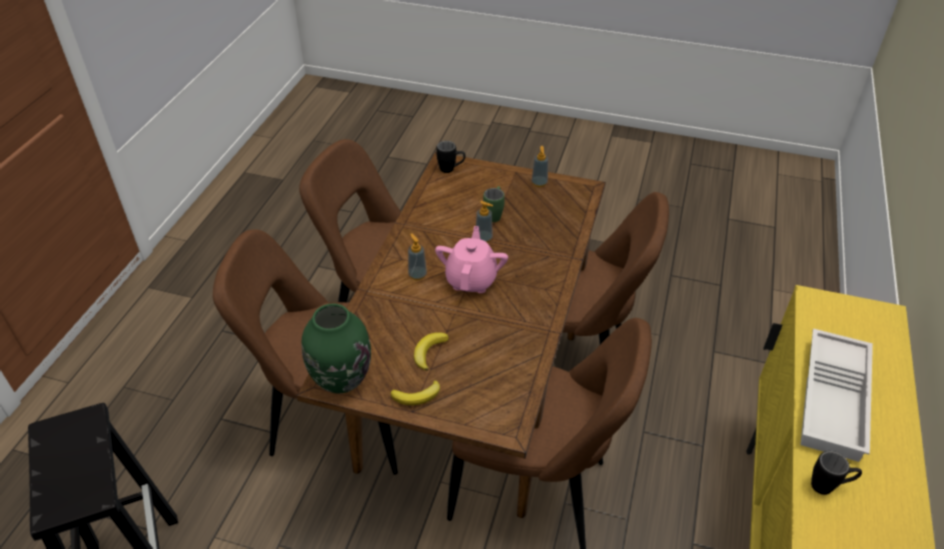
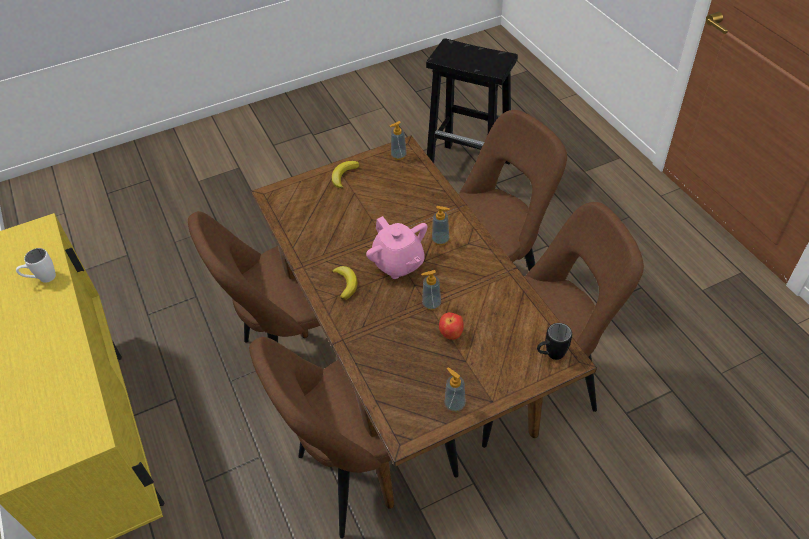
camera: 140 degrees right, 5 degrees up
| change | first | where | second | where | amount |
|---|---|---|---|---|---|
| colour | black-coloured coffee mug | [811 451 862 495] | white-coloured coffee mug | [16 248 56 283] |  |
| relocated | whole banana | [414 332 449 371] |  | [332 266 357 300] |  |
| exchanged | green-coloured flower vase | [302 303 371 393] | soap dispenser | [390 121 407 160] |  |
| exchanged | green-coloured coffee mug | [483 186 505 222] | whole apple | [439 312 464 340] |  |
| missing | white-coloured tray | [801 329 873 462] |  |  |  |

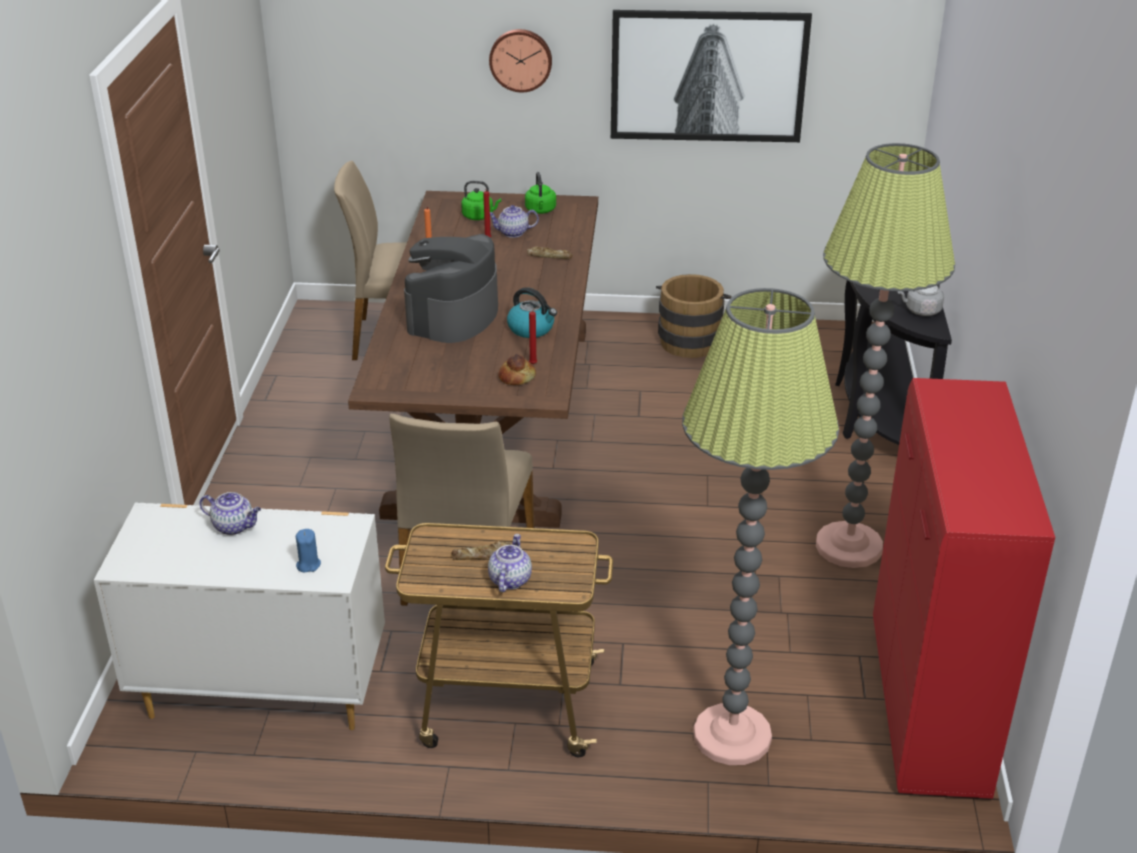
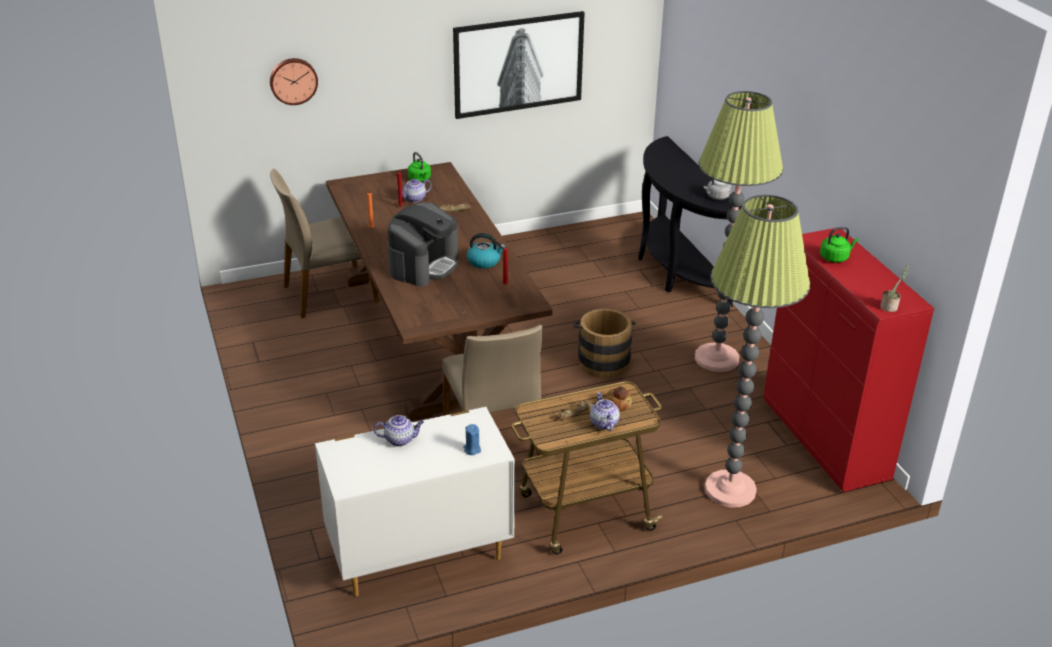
camera: 25 degrees left, 0 degrees up
| change | first | where | second | where | amount |
|---|---|---|---|---|---|
| relocated | hanging clock | [489 29 552 92] |  | [270 58 318 105] |  |
| spun | coffee maker | [404 234 498 343] |  | [388 202 458 287] | 150 degrees counterclockwise |
| relocated | brown bucket | [656 274 731 358] |  | [573 309 636 378] |  |
| relocated | bread | [498 354 536 385] |  | [604 387 632 411] |  |
| relocated | green-coloured kettle | [461 181 501 220] |  | [820 227 859 263] |  |
| appeared |  |  | potted plant | [880 265 909 312] |  |

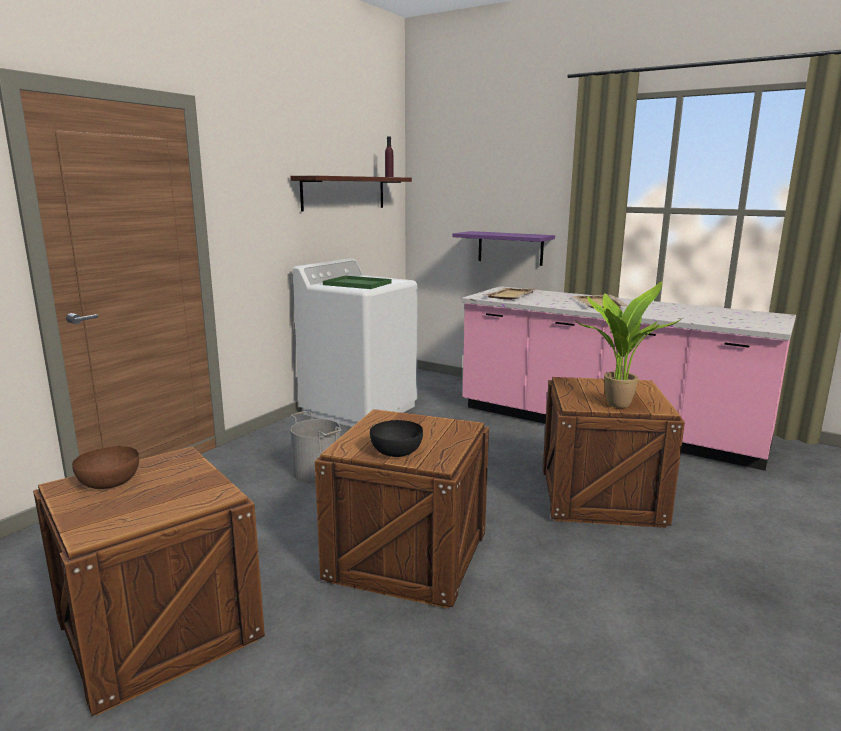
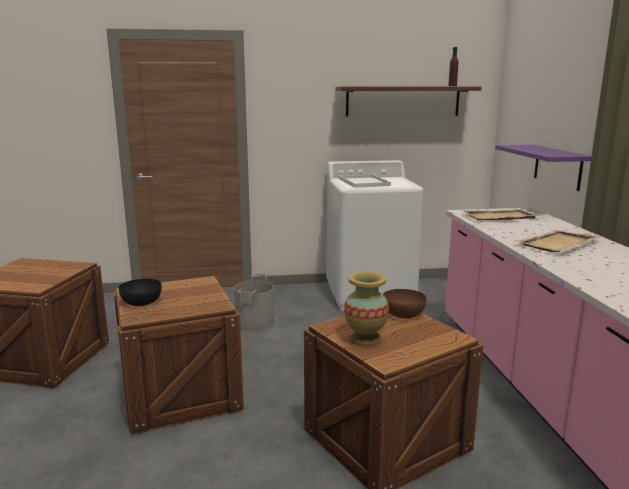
camera: 50 degrees right, 0 degrees up
| change | first | where | second | where | amount |
|---|---|---|---|---|---|
| colour | green-coloured tray | [323 276 392 289] | white-coloured tray | [339 174 391 188] |  |
| exchanged | potted plant | [575 281 681 408] | flower vase | [344 272 389 347] |  |
| relocated | brown deep dish | [72 446 139 489] |  | [383 289 426 318] |  |

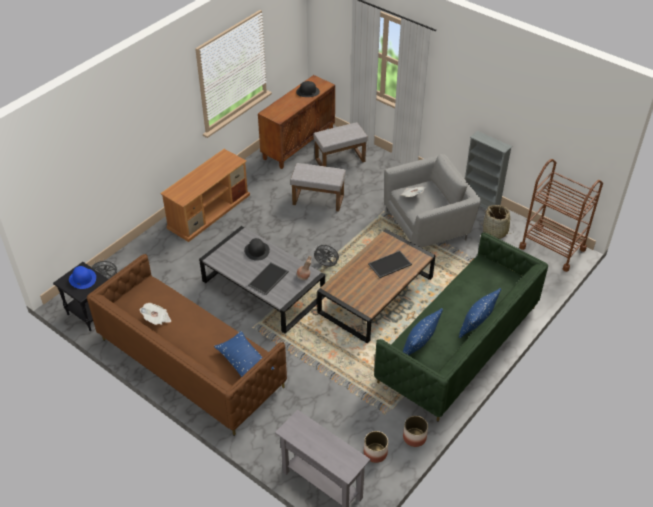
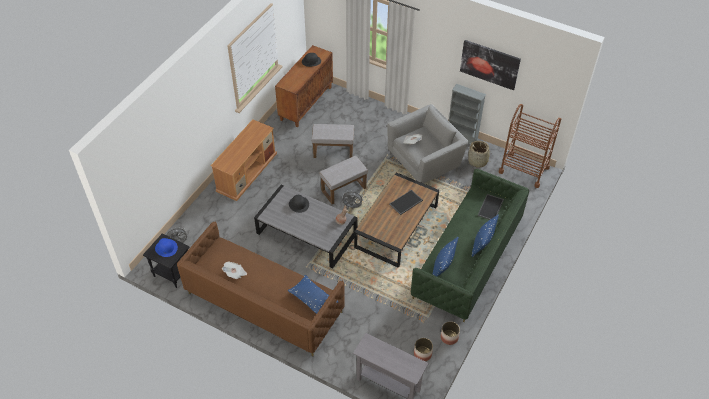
camera: 10 degrees left, 5 degrees up
| change | first | where | second | where | amount |
|---|---|---|---|---|---|
| relocated | gray footrest | [313 122 368 167] |  | [320 156 368 204] |  |
| appeared |  |  | wall picture | [460 40 521 90] |  |
| relocated | tray | [248 262 289 295] |  | [478 194 504 220] |  |

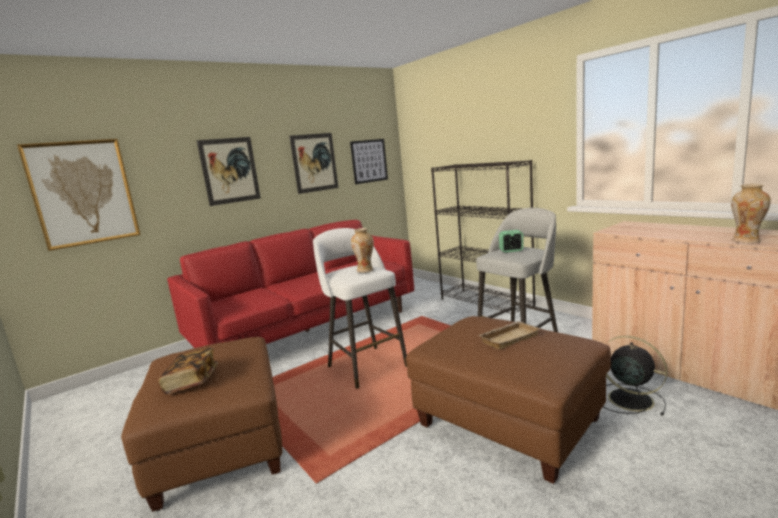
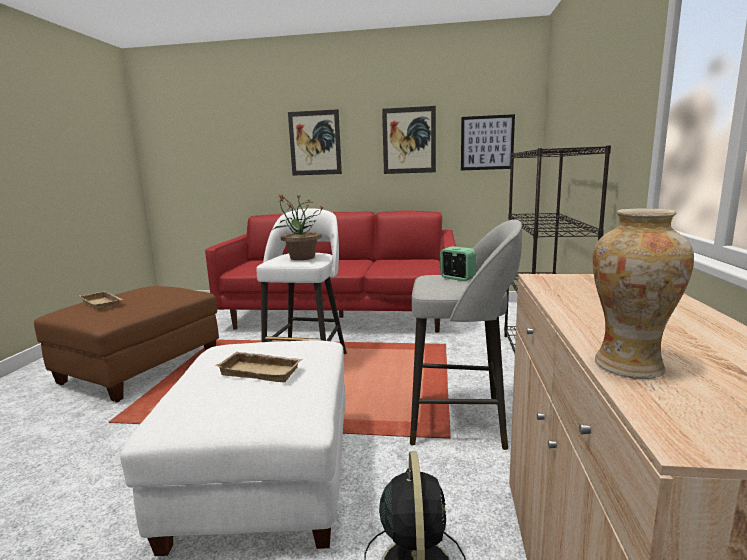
camera: 45 degrees right, 0 degrees up
| change | first | where | second | where | amount |
|---|---|---|---|---|---|
| exchanged | bound book | [158 348 218 394] | beige tray | [79 291 123 310] |  |
| colour | brown footrest | [406 316 611 484] | white-coloured footrest | [120 340 345 556] |  |
| exchanged | flower vase | [351 228 374 273] | potted plant | [274 194 323 260] |  |
| missing | wall picture | [17 139 141 251] |  |  |  |

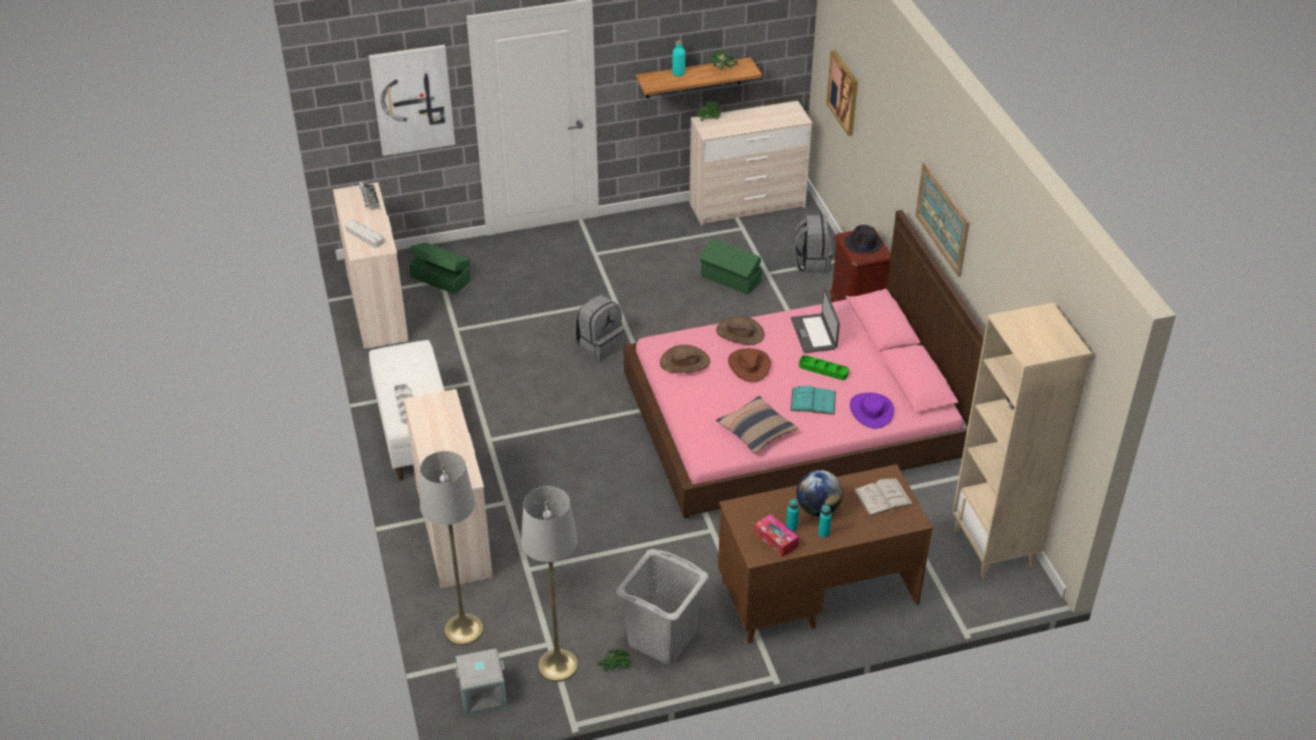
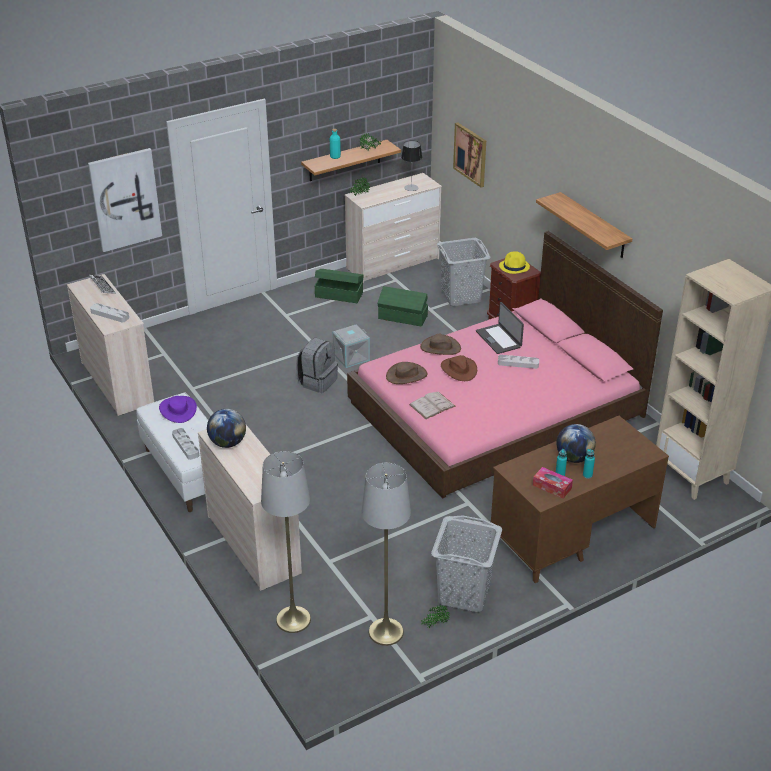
camera: 15 degrees left, 5 degrees down
| change | first | where | second | where | amount |
|---|---|---|---|---|---|
| relocated | purple hat | [850 393 894 429] |  | [159 396 197 423] |  |
| appeared |  |  | desk globe | [207 409 246 448] |  |
| relocated | green-coloured storage box | [409 242 471 294] |  | [314 269 364 303] |  |
| relocated | gray storage box | [455 648 507 715] |  | [332 324 370 368] |  |
| appeared |  |  | lamp for a table | [401 141 422 191] |  |
| relocated | white-coloured bound book | [853 478 914 517] |  | [409 392 456 419] |  |
| exchanged | gray rucksack | [793 215 833 273] | gray laundry basket | [437 238 490 306] |  |
| colour | green-coloured tray | [799 355 849 380] | gray tray | [498 355 539 369] |  |
| colour | black-coloured hat | [844 225 882 253] | yellow-coloured hat | [499 251 530 274] |  |
| exchanged | wall picture | [915 162 970 277] | bracket shelf | [536 192 632 258] |  |
| missing | cushion | [716 396 799 454] |  |  |  |
| missing | blue-green bound book | [790 386 836 415] |  |  |  |

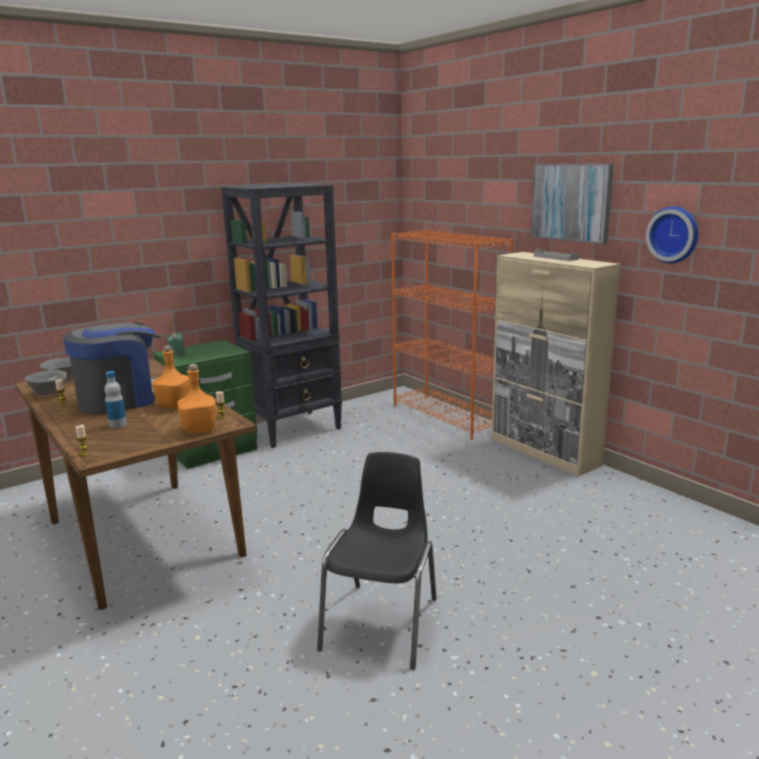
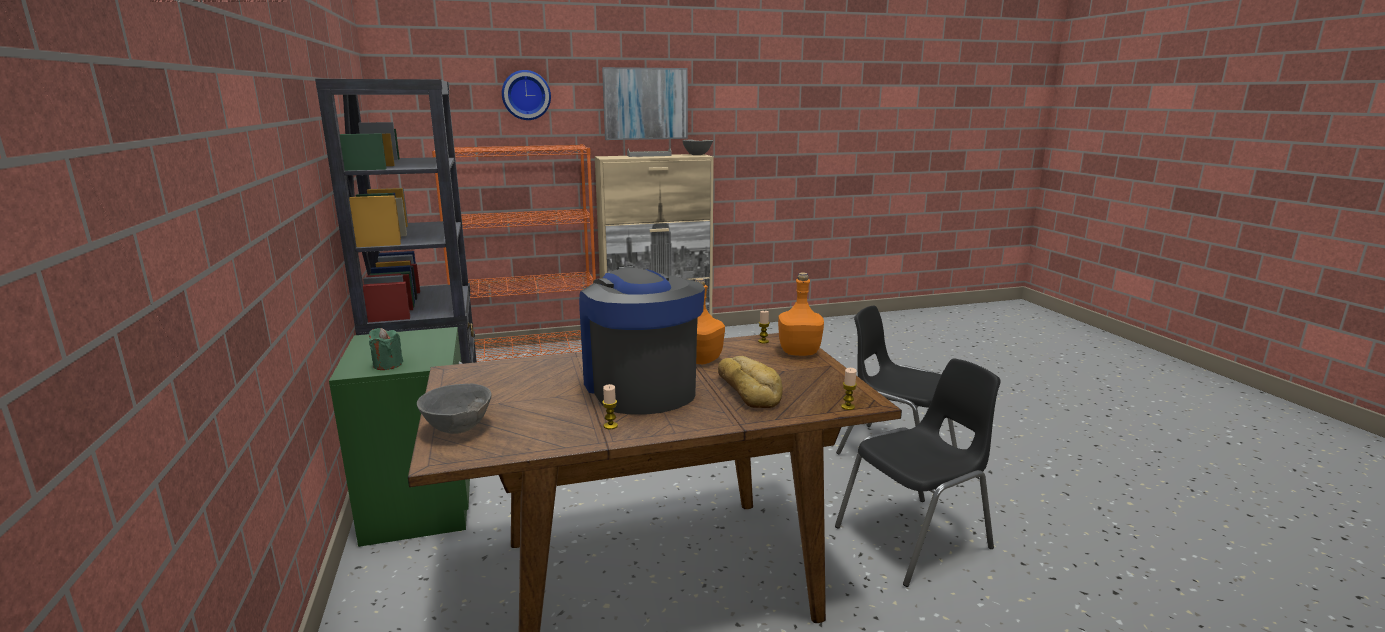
camera: 70 degrees left, 0 degrees up
| change | first | where | second | where | amount |
|---|---|---|---|---|---|
| relocated | hanging clock | [646 206 698 264] |  | [502 70 551 120] |  |
| relocated | gray deep dish | [25 370 67 395] |  | [683 140 713 155] |  |
| exchanged | drink bottle | [104 371 127 428] | bread | [718 356 783 408] |  |
| appeared |  |  | black-coloured plain chair | [835 358 1001 587] |  |

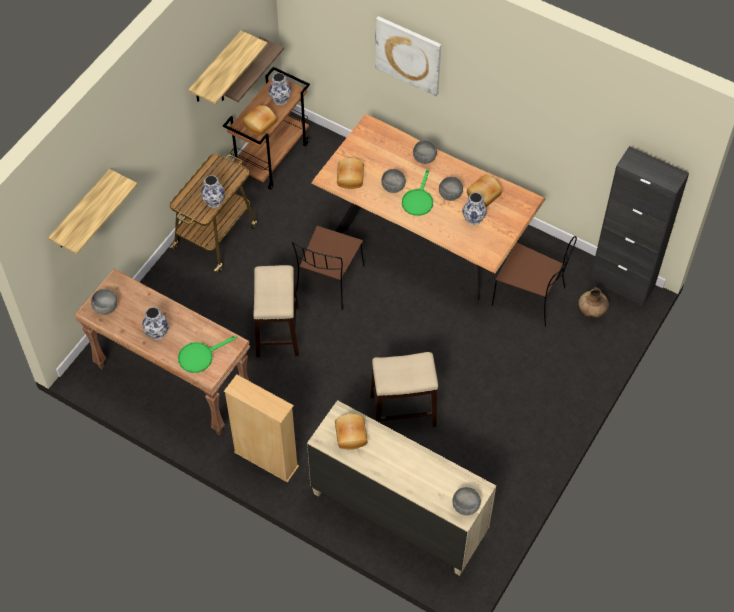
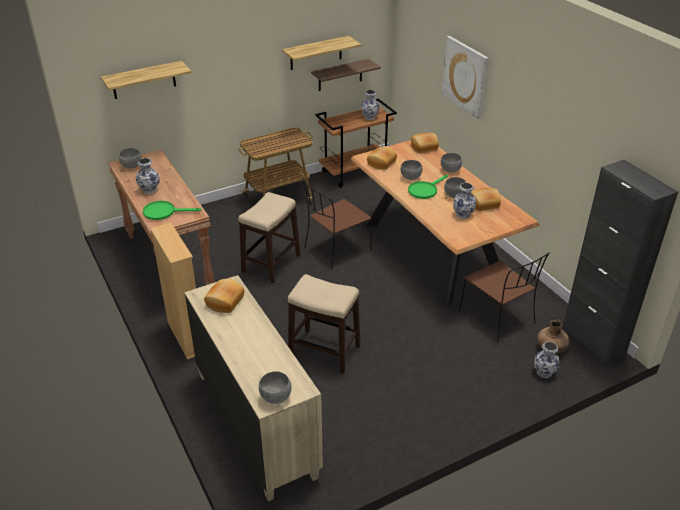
camera: 30 degrees right, 20 degrees down
| change | first | where | second | where | amount |
|---|---|---|---|---|---|
| relocated | bread | [243 105 277 136] |  | [411 133 439 153] |  |
| relocated | flower vase | [201 175 225 208] |  | [534 342 559 378] |  |

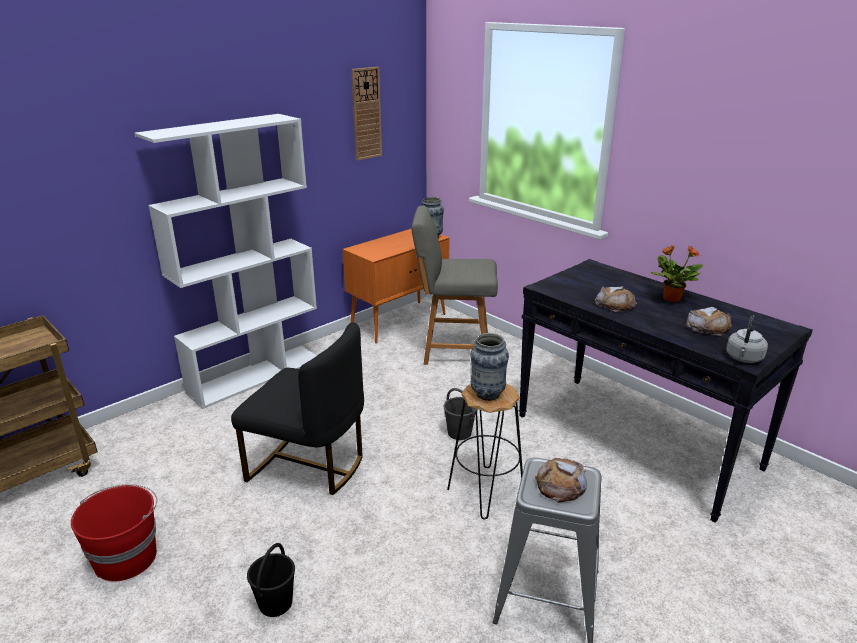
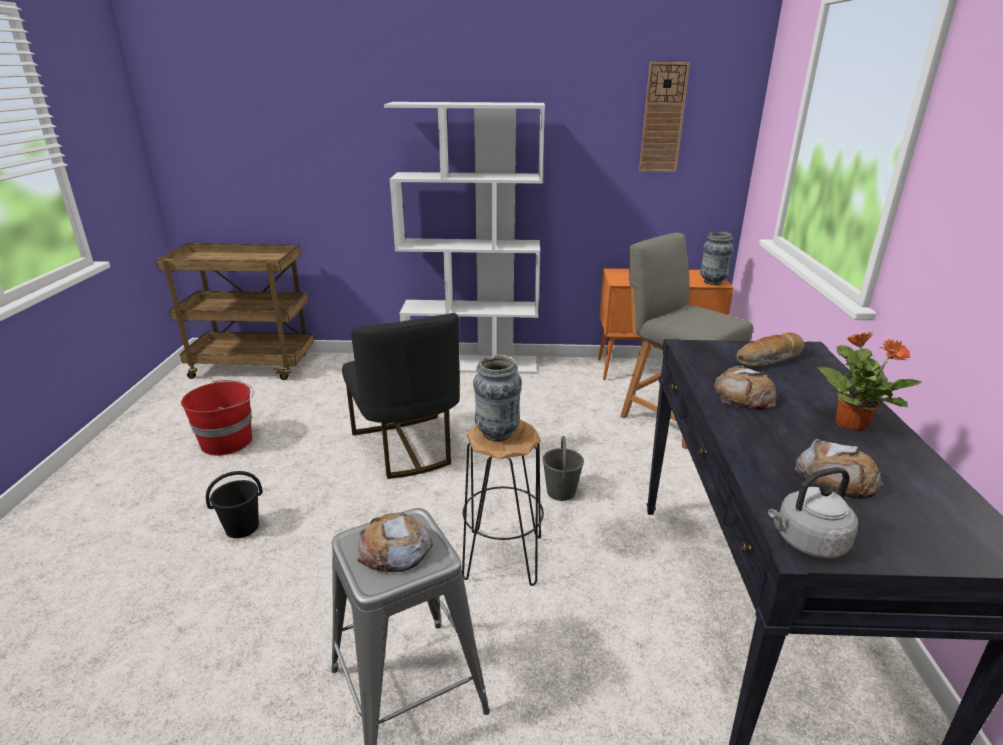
camera: 45 degrees right, 0 degrees up
| change | first | where | second | where | amount |
|---|---|---|---|---|---|
| appeared |  |  | bread | [737 333 804 367] |  |

